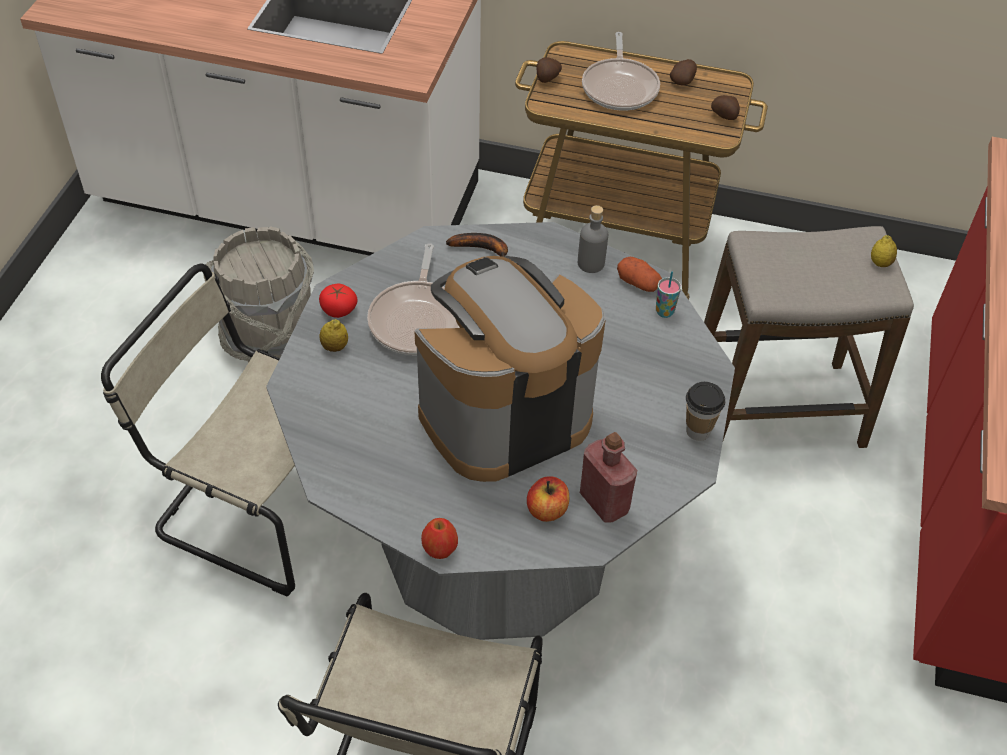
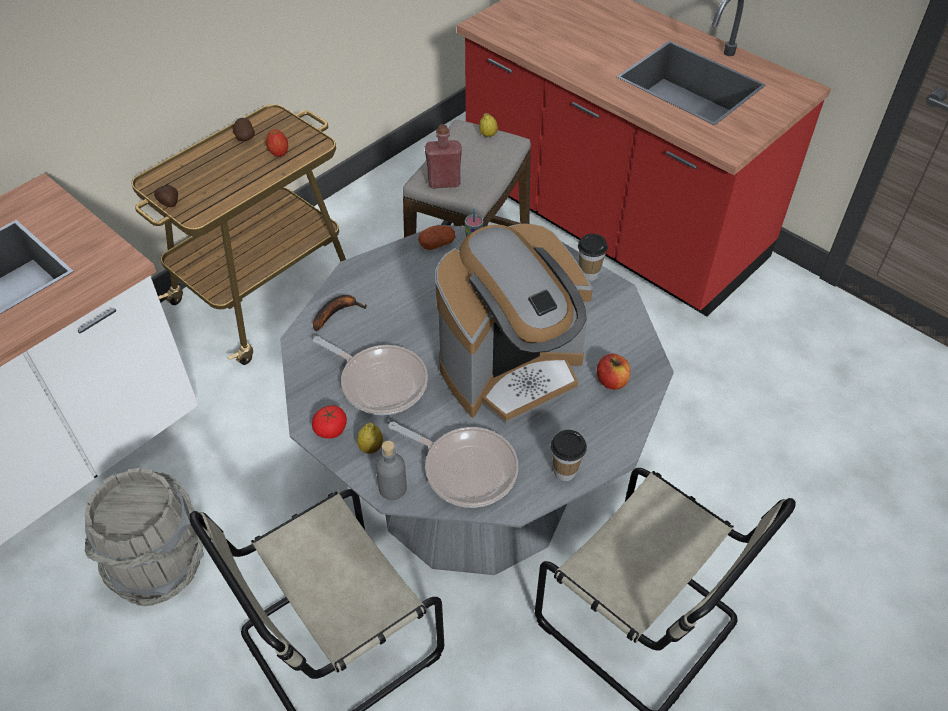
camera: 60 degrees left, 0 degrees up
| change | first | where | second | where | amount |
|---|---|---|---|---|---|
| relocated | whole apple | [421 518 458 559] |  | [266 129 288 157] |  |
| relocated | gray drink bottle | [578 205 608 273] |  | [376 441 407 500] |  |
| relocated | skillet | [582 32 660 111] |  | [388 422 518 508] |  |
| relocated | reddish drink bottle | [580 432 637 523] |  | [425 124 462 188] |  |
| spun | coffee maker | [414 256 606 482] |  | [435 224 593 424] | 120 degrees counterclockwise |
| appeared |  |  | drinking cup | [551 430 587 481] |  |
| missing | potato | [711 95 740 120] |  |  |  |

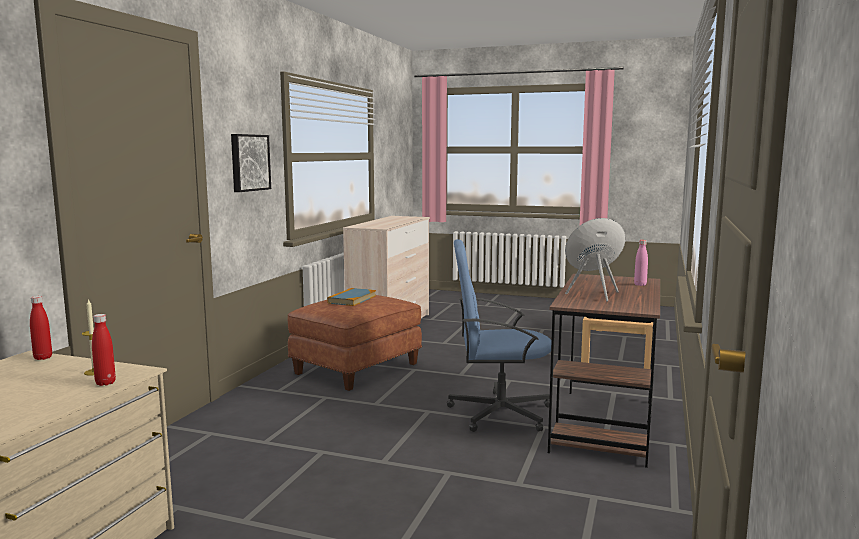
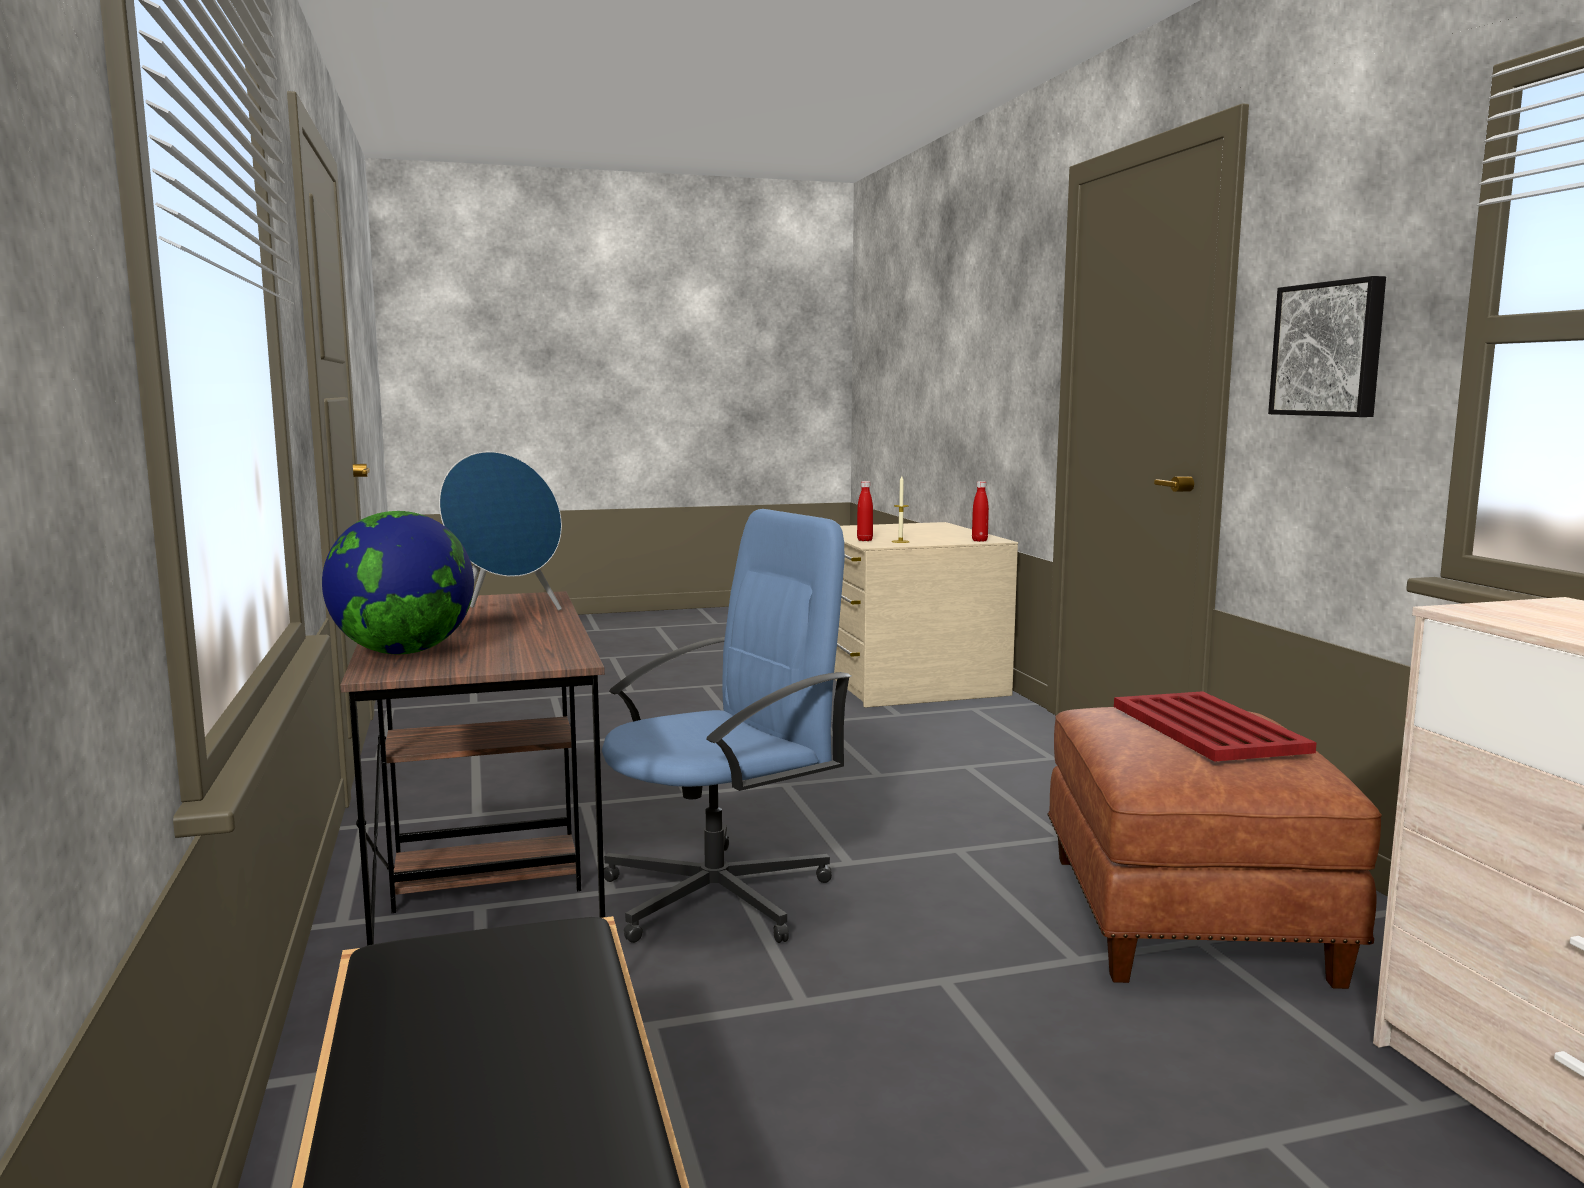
camera: 145 degrees right, 0 degrees up
| change | first | where | second | where | amount |
|---|---|---|---|---|---|
| exchanged | pinkish drink bottle | [634 240 648 286] | desk globe | [322 511 474 654] |  |
| exchanged | bound book | [327 288 376 306] | reddish tray | [1114 691 1317 762] |  |

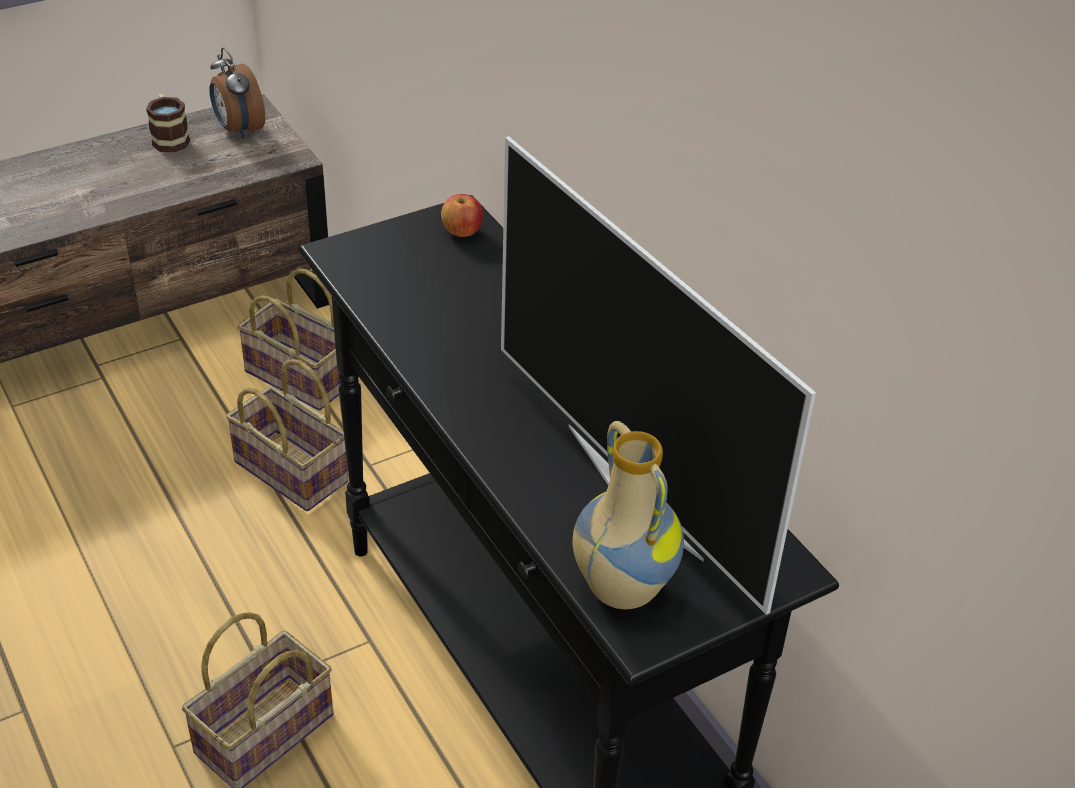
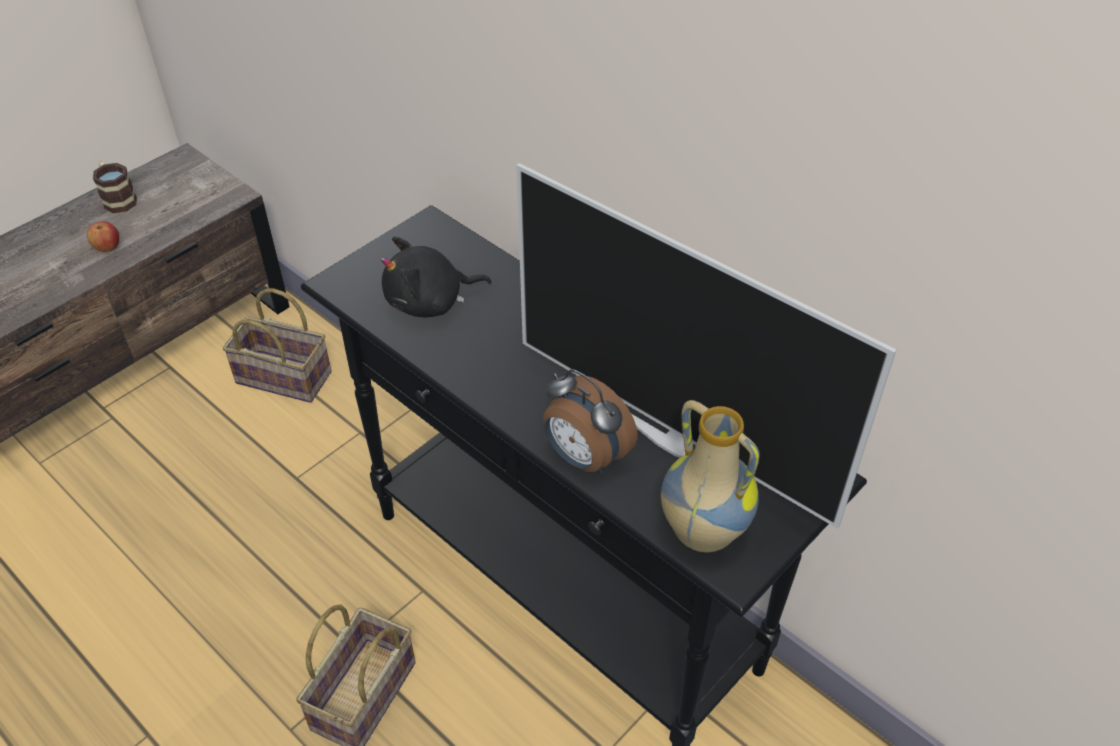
camera: 15 degrees left, 5 degrees up
| change | first | where | second | where | amount |
|---|---|---|---|---|---|
| relocated | whole apple | [441 194 483 237] |  | [87 221 119 252] |  |
| appeared |  |  | black-coloured cuddly toy | [381 236 492 317] |  |
| relocated | alarm clock | [209 48 265 139] |  | [543 369 638 474] |  |
| missing | basket | [226 359 349 511] |  |  |  |

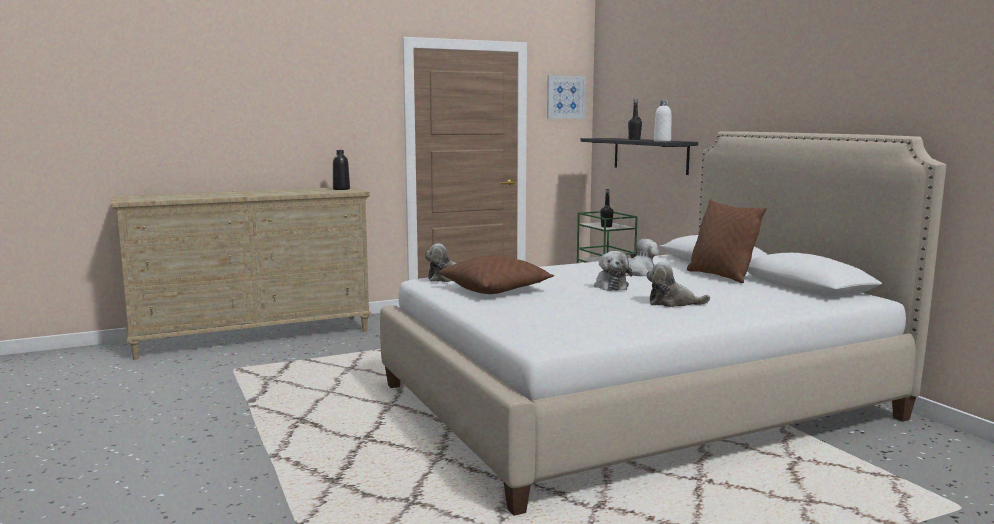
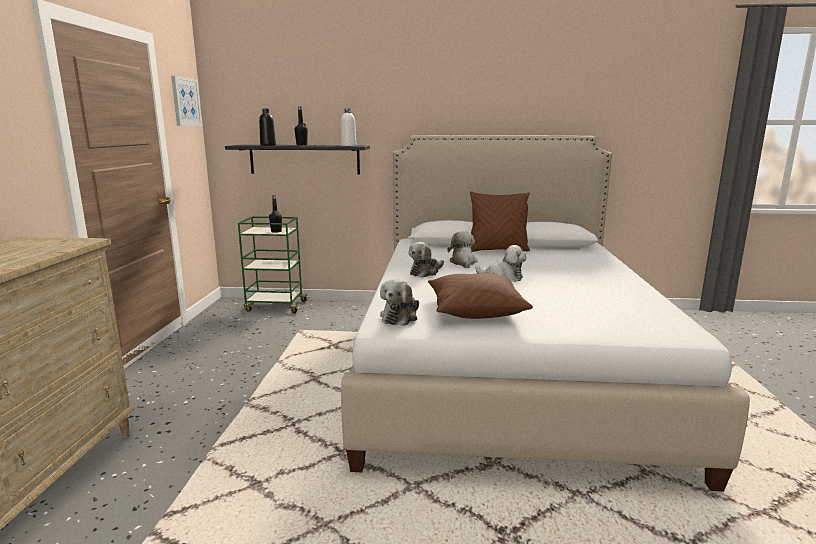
camera: 60 degrees left, 5 degrees up
| change | first | where | second | where | amount |
|---|---|---|---|---|---|
| relocated | black-coloured drink bottle | [333 150 350 190] |  | [259 108 276 146] |  |
| relocated | cuddly toy | [646 262 710 307] |  | [408 242 444 278] |  |

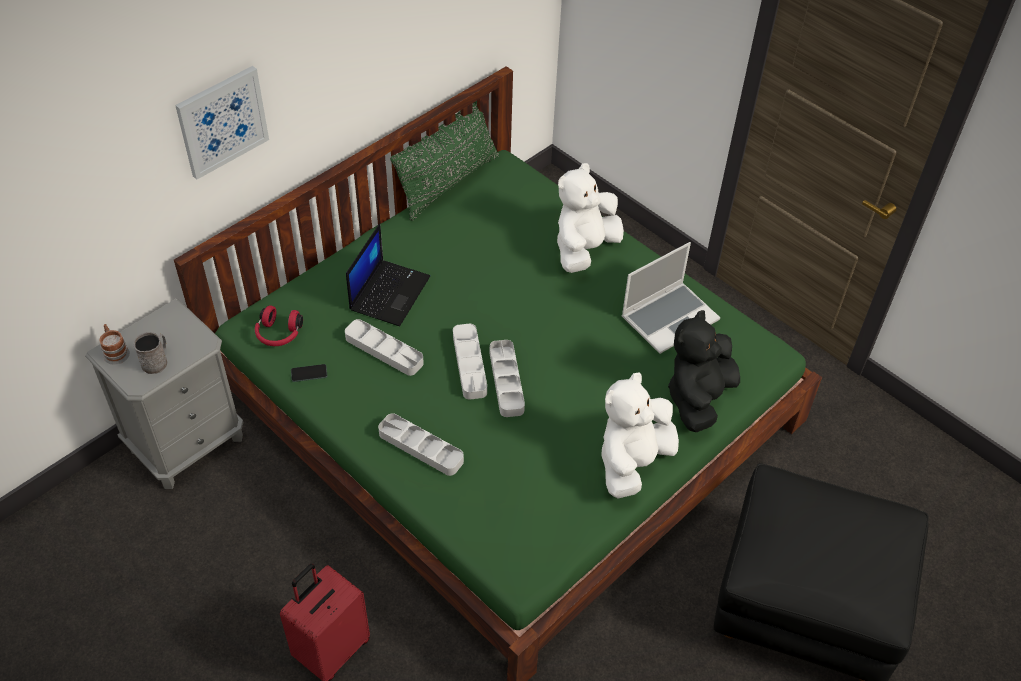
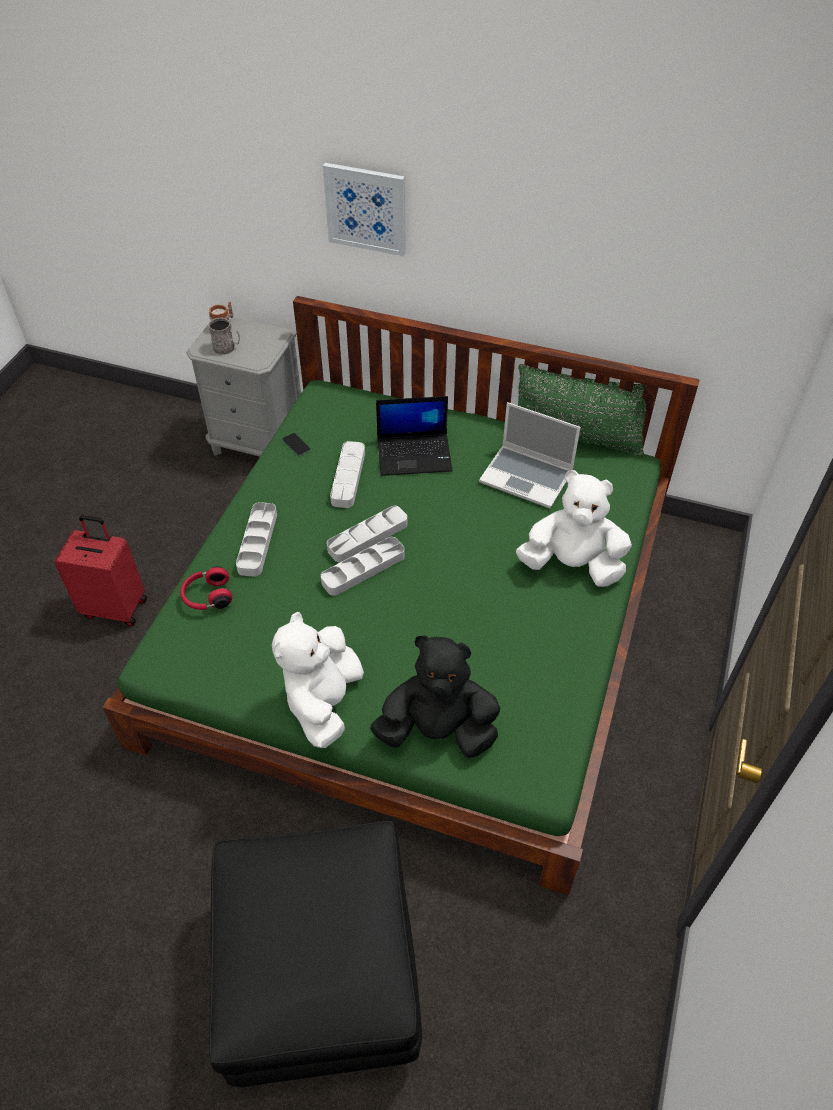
camera: 65 degrees right, 0 degrees up
| change | first | where | second | where | amount |
|---|---|---|---|---|---|
| relocated | reddish headphones | [255 306 303 346] |  | [180 566 232 610] |  |
| spun | white-coloured cuddly toy | [601 372 679 498] |  | [272 612 364 748] | 90 degrees counterclockwise |
| relocated | portable computer | [621 242 720 354] |  | [479 402 581 508] |  |

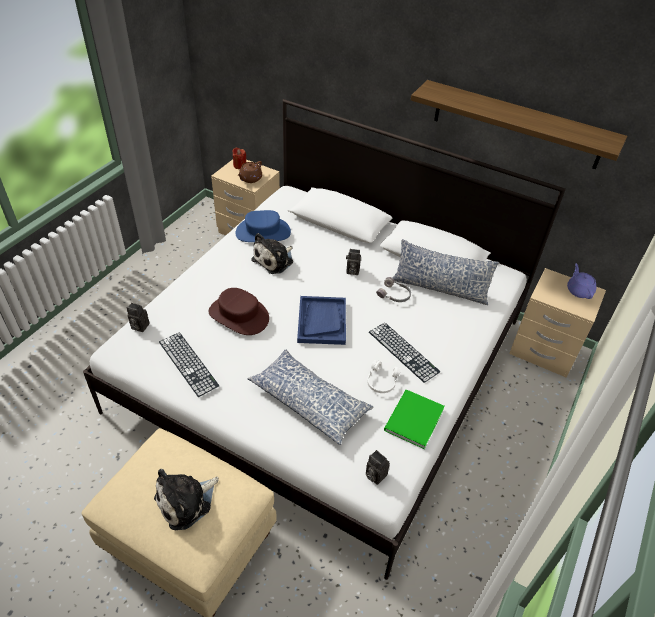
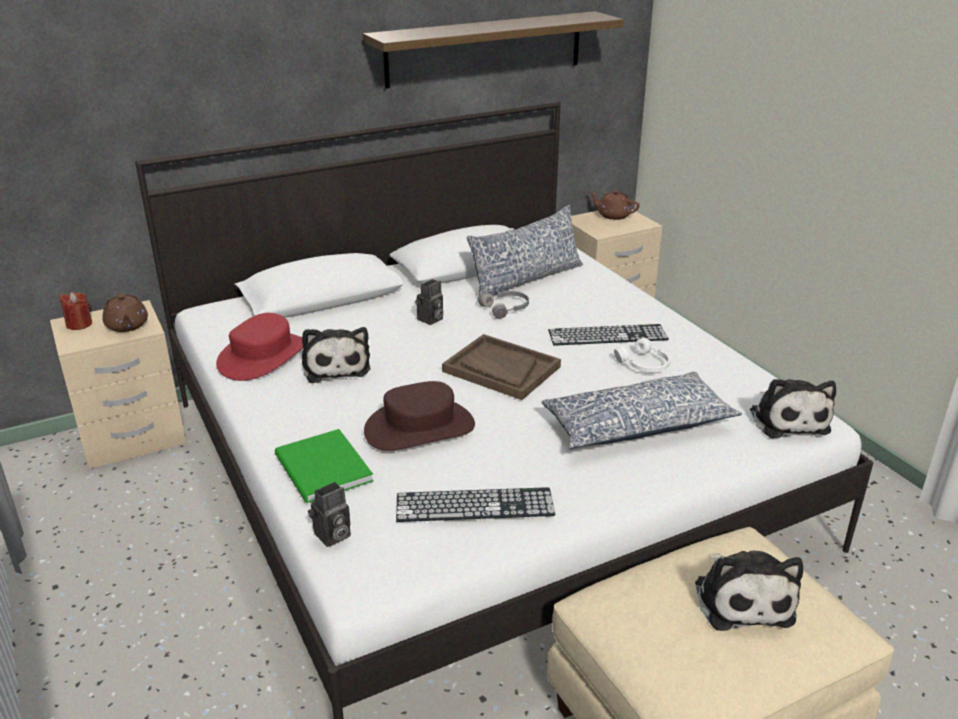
camera: 55 degrees left, 15 degrees down
| change | first | where | second | where | amount |
|---|---|---|---|---|---|
| colour | bluish hat | [236 210 291 242] | reddish hat | [216 313 303 381] |  |
| relocated | green-coloured bound book | [384 390 445 449] |  | [275 429 374 503] |  |
| colour | bluish tray | [297 296 346 345] | brown tray | [442 334 561 400] |  |
| colour | purple teapot | [567 264 596 299] | brown teapot | [589 190 640 220] |  |
| exchanged | photo camera | [365 450 390 485] | cuddly toy | [750 379 836 438] |  |

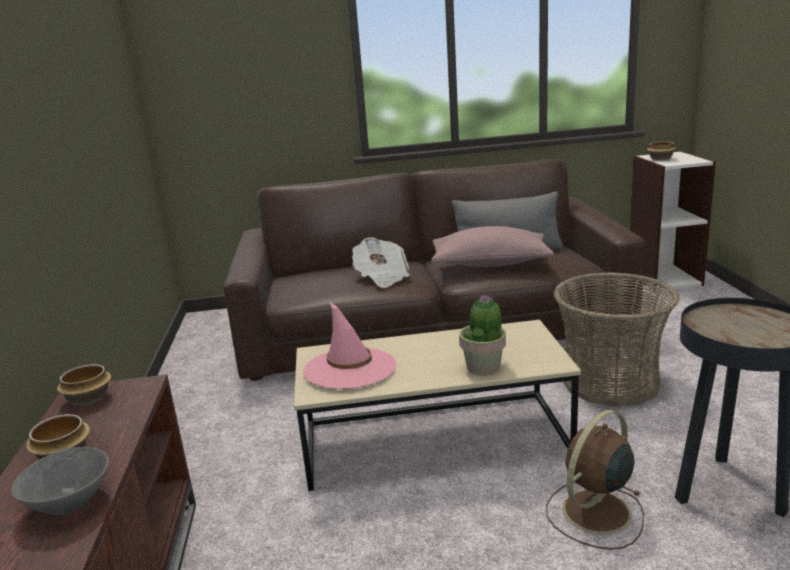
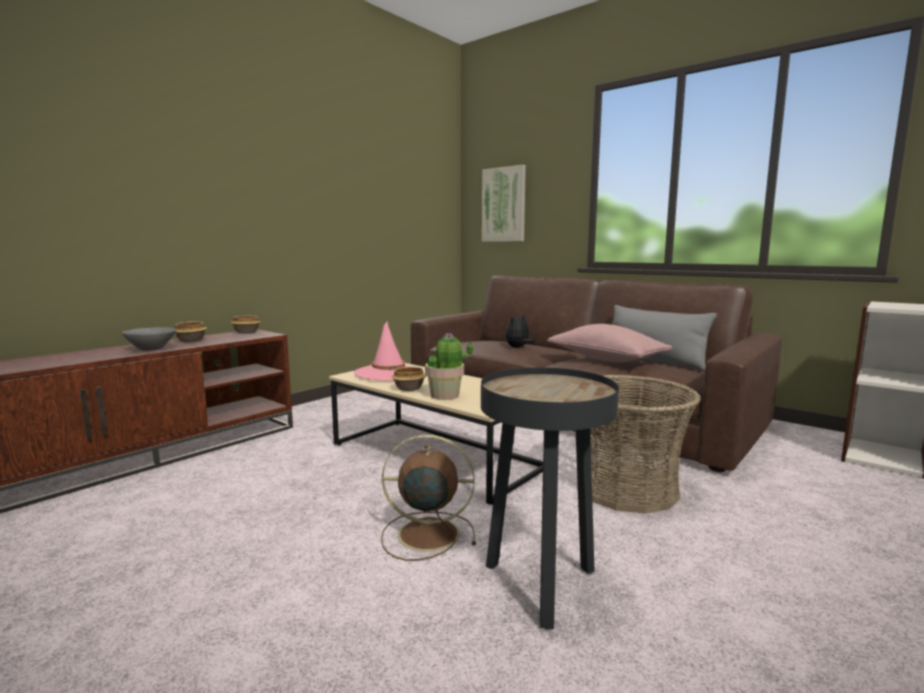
camera: 45 degrees right, 10 degrees down
| change | first | where | second | where | amount |
|---|---|---|---|---|---|
| relocated | deep dish | [647 141 676 161] |  | [392 367 426 391] |  |
| appeared |  |  | wall picture | [482 165 526 242] |  |
| exchanged | printed paper | [352 237 410 288] | cuddly toy | [505 314 535 348] |  |

